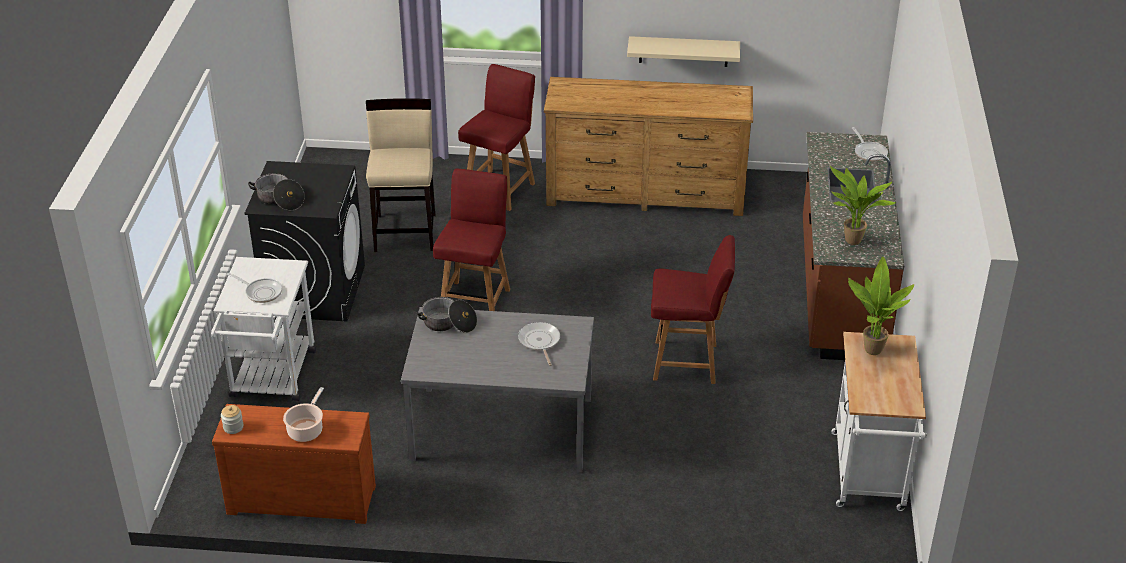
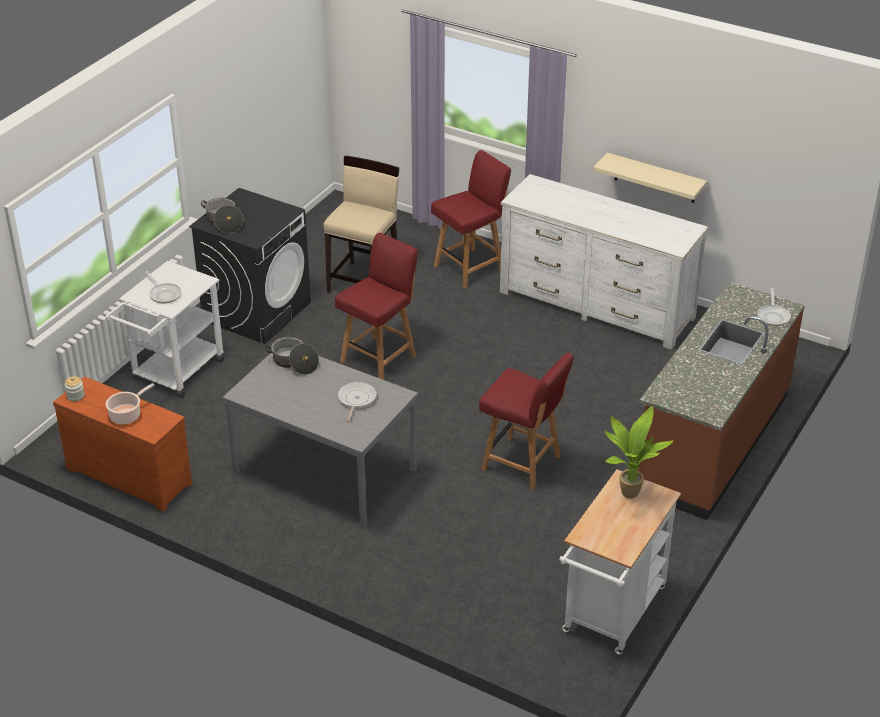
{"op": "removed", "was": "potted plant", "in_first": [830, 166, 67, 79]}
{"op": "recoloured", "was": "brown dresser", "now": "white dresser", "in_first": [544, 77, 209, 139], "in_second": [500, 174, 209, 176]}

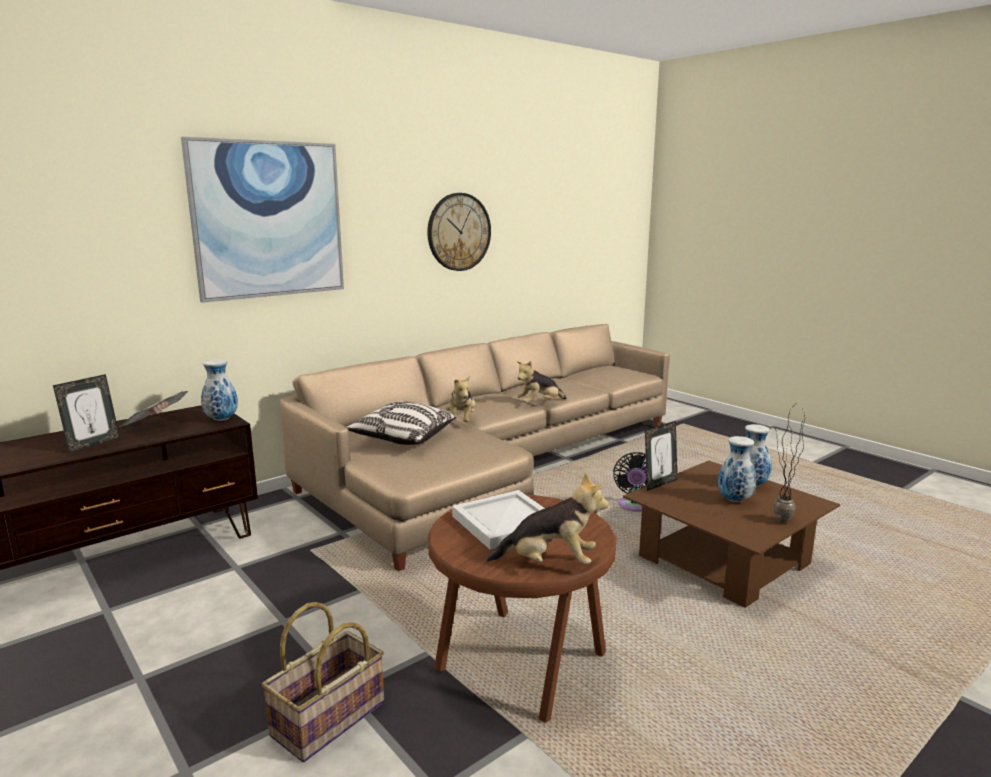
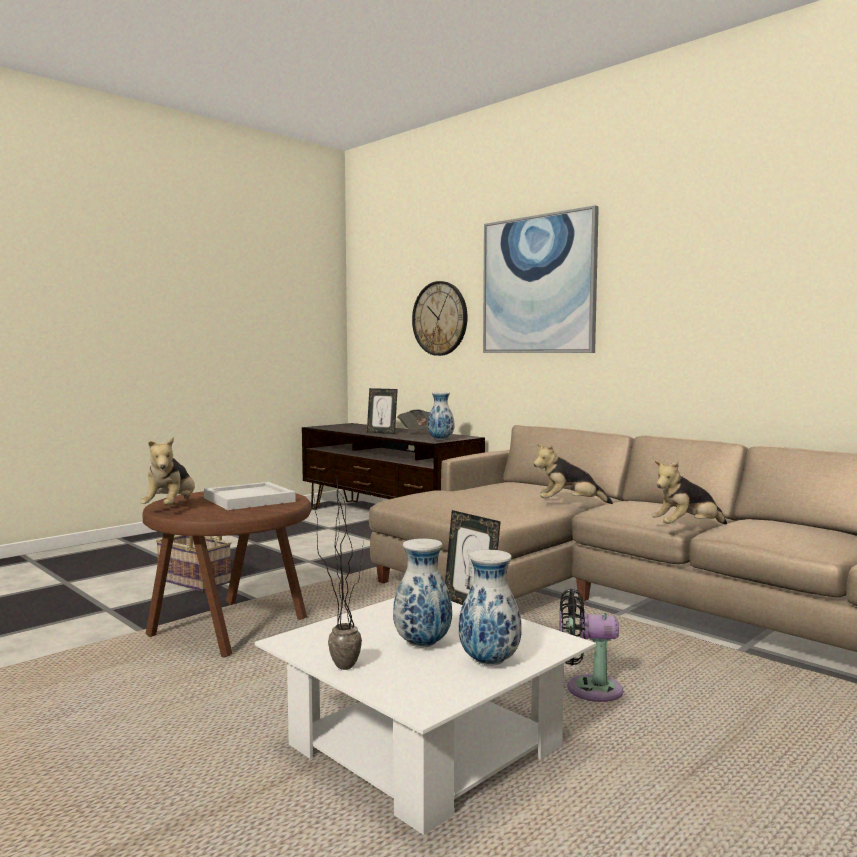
{"op": "removed", "was": "pillow", "in_first": [346, 401, 111, 44]}
{"op": "moved", "was": "wall clock", "in_first": [427, 193, 64, 78], "in_second": [412, 281, 55, 75]}
{"op": "recoloured", "was": "brown coffee table", "now": "white coffee table", "in_first": [623, 461, 217, 147], "in_second": [255, 598, 341, 237]}
{"op": "turned", "was": "plush toy", "in_first": [517, 361, 49, 42], "in_second": [652, 460, 75, 64], "clockwise": -75}

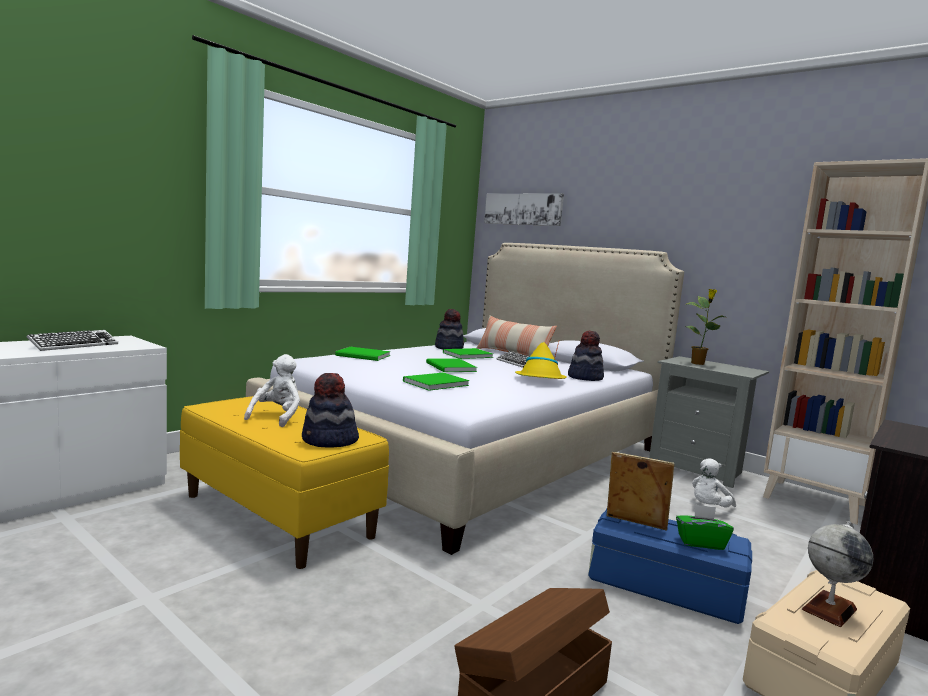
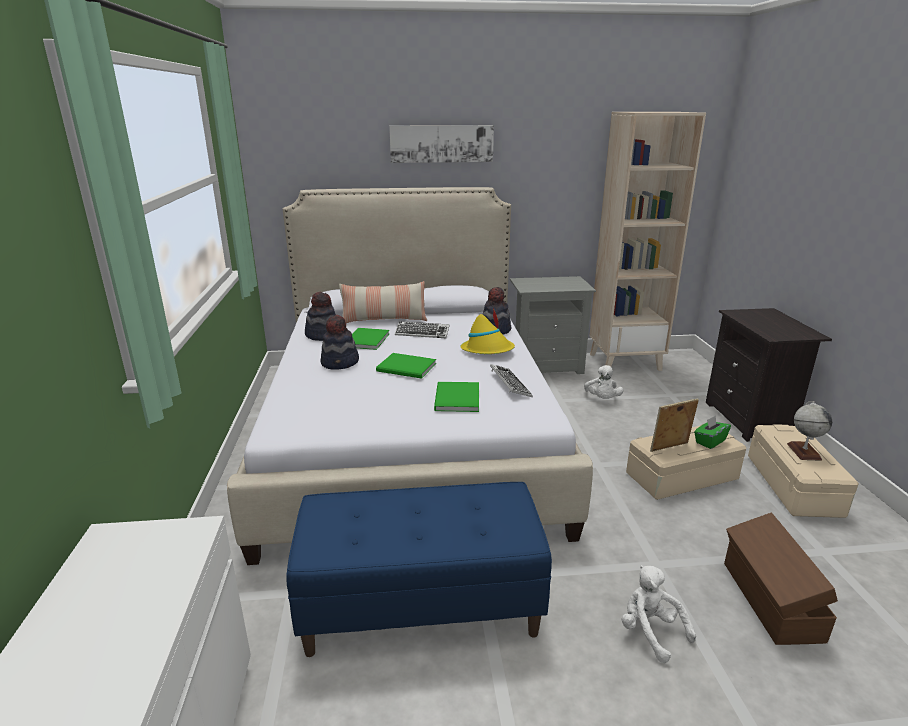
{"op": "removed", "was": "green book", "in_first": [335, 347, 56, 14]}
{"op": "removed", "was": "potted plant", "in_first": [686, 289, 39, 76]}
{"op": "moved", "was": "keyboard", "in_first": [27, 330, 91, 21], "in_second": [490, 364, 43, 33]}
{"op": "moved", "was": "white plush toy", "in_first": [244, 354, 56, 73], "in_second": [622, 565, 74, 98]}
{"op": "moved", "was": "hat", "in_first": [302, 373, 57, 75], "in_second": [320, 315, 39, 54]}
{"op": "moved", "was": "picture", "in_first": [484, 193, 80, 33], "in_second": [389, 125, 105, 38]}
{"op": "recoloured", "was": "yellow bench", "now": "blue bench", "in_first": [180, 396, 209, 173], "in_second": [286, 482, 266, 175]}
{"op": "recoloured", "was": "blue storage box", "now": "beige storage box", "in_first": [588, 509, 164, 115], "in_second": [626, 424, 120, 76]}

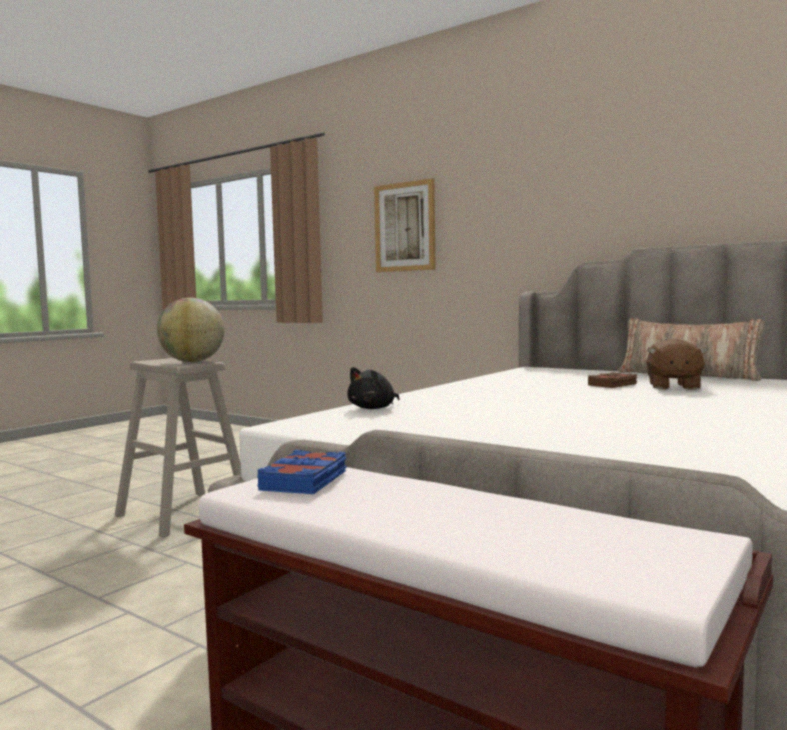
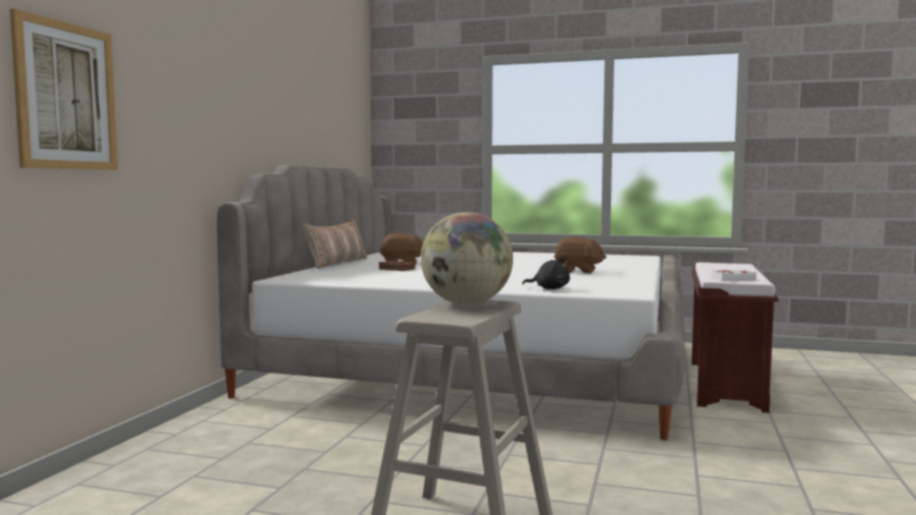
{"op": "added", "now": "brown plush toy", "in_second": [554, 237, 52, 37]}
{"op": "recoloured", "was": "blue book", "now": "white book", "in_first": [257, 450, 90, 44], "in_second": [712, 269, 45, 12]}

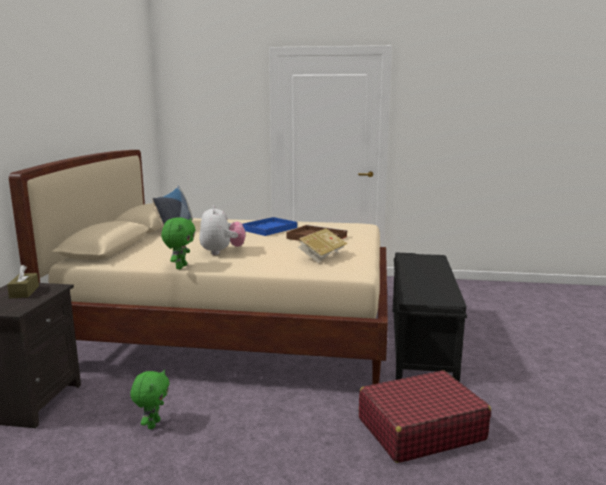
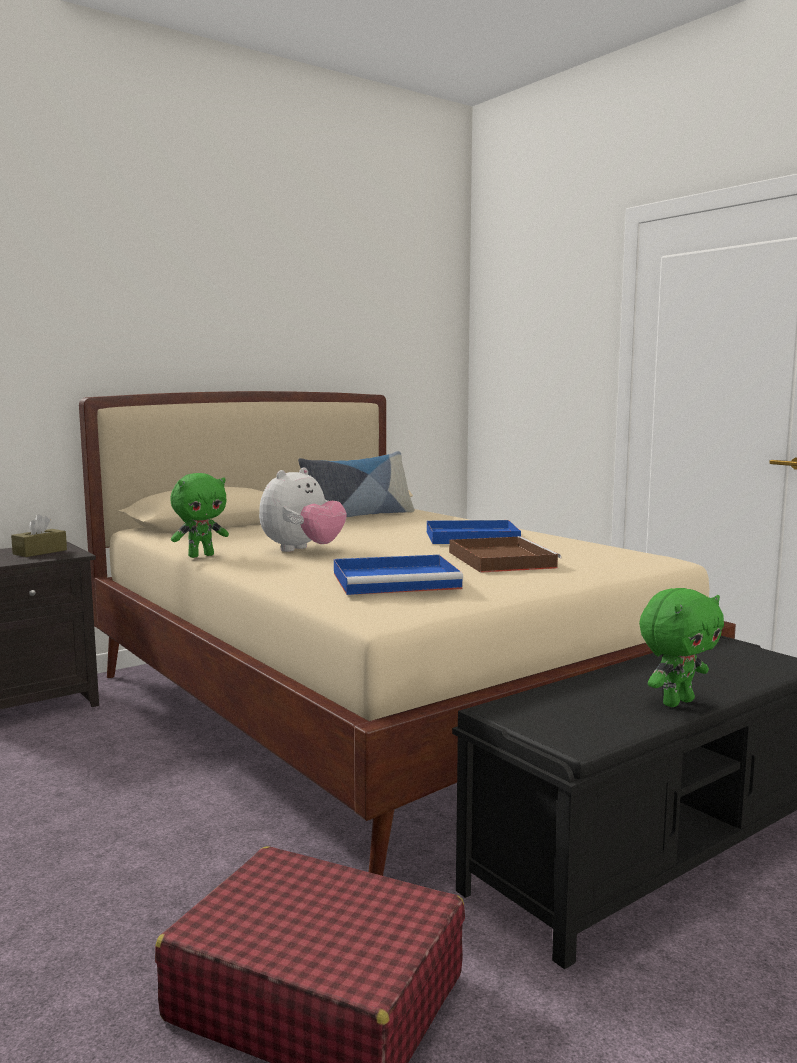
{"op": "moved", "was": "green plush toy", "in_first": [130, 370, 40, 59], "in_second": [639, 588, 85, 119]}
{"op": "replaced", "was": "book", "now": "blue tray", "in_first": [298, 228, 50, 35], "in_second": [334, 555, 129, 40]}

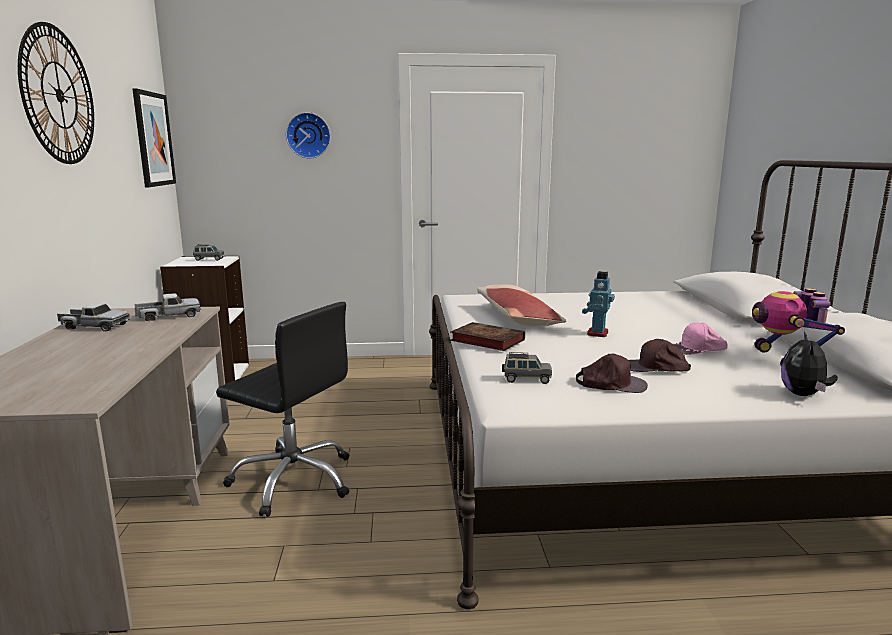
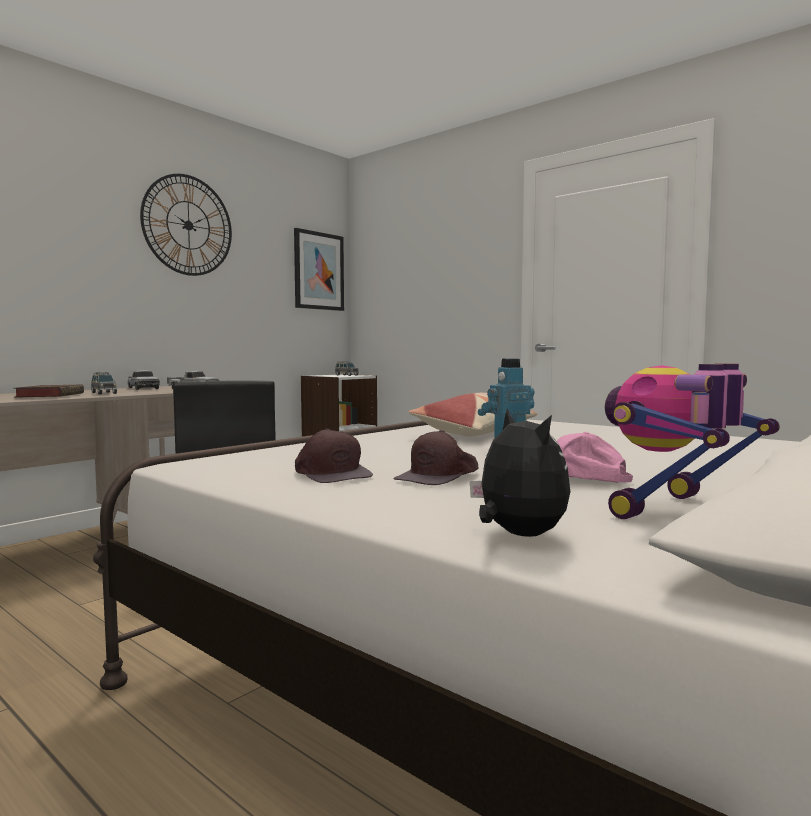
{"op": "removed", "was": "wall clock", "in_first": [286, 112, 45, 46]}
{"op": "moved", "was": "book", "in_first": [450, 322, 75, 29], "in_second": [14, 384, 70, 14]}
{"op": "moved", "was": "grey toy car", "in_first": [502, 352, 50, 32], "in_second": [91, 372, 26, 22]}
{"op": "turned", "was": "brown cap", "in_first": [628, 339, 63, 33], "in_second": [393, 430, 86, 55], "clockwise": -105}
{"op": "turned", "was": "plush toy", "in_first": [781, 332, 57, 64], "in_second": [470, 408, 100, 129], "clockwise": 90}

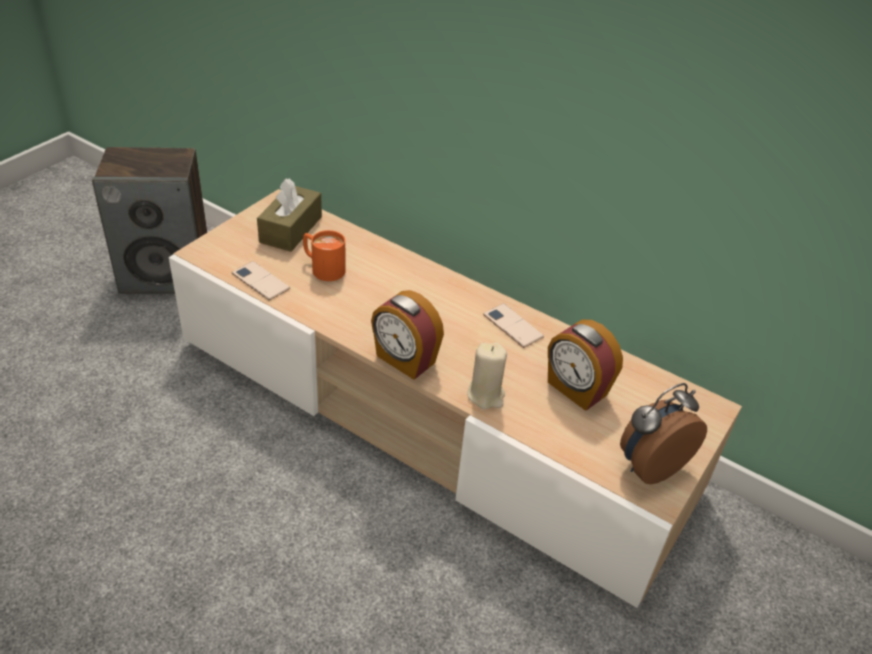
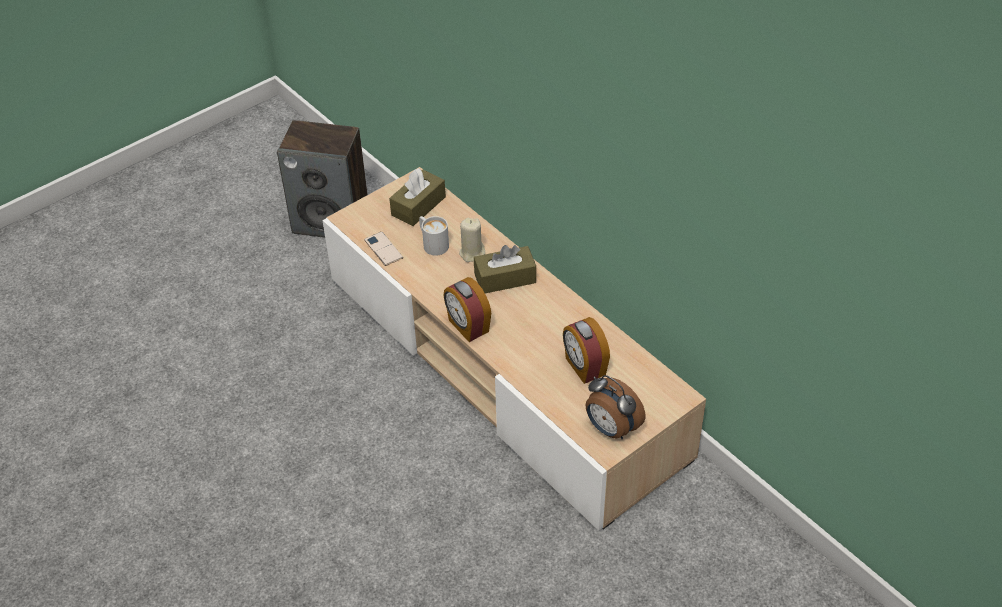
{"op": "removed", "was": "phone", "in_first": [483, 303, 61, 45]}
{"op": "added", "now": "brown tissue box", "in_second": [474, 245, 62, 48]}
{"op": "moved", "was": "beige candle", "in_first": [467, 342, 40, 67], "in_second": [459, 218, 26, 44]}
{"op": "recoloured", "was": "orange mug", "now": "white mug", "in_first": [303, 230, 43, 51], "in_second": [419, 216, 30, 40]}
{"op": "turned", "was": "alarm clock", "in_first": [620, 383, 87, 101], "in_second": [586, 375, 60, 64], "clockwise": -120}

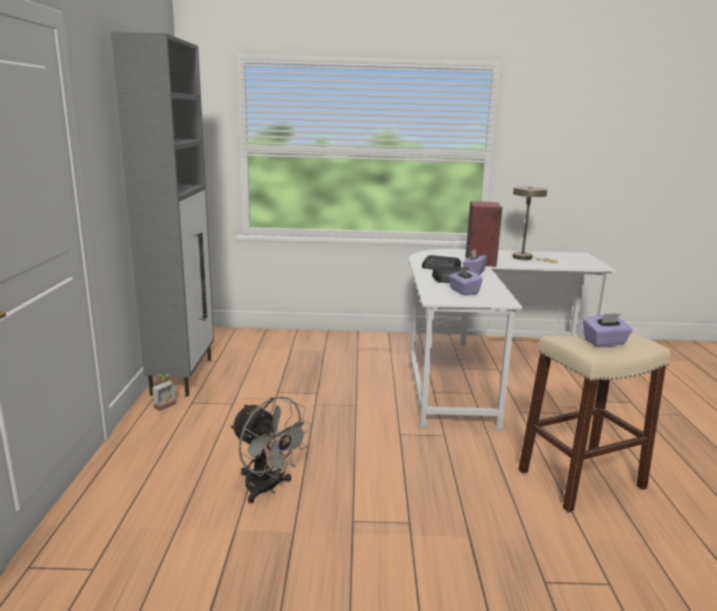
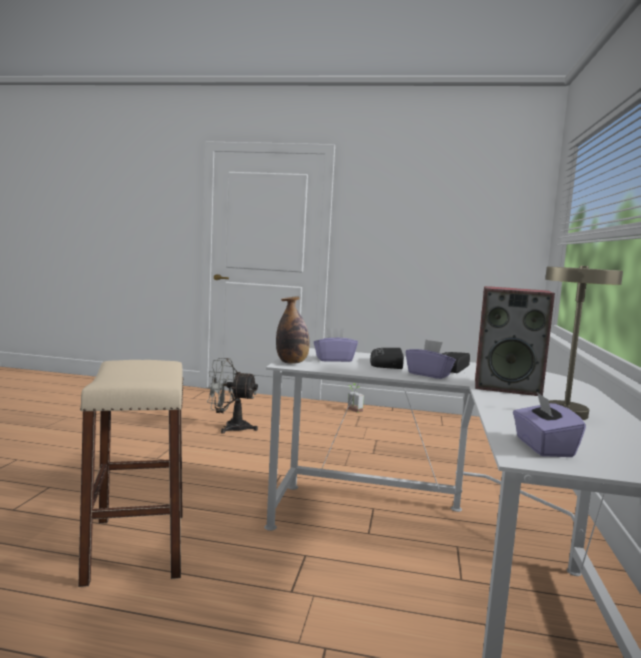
{"op": "removed", "was": "grey cabinet", "in_first": [111, 32, 103, 365]}
{"op": "added", "now": "bottle", "in_second": [276, 297, 34, 67]}
{"op": "moved", "was": "purple tissue box", "in_first": [583, 313, 50, 33], "in_second": [513, 392, 73, 65]}
{"op": "turned", "was": "grey fan", "in_first": [231, 396, 81, 108], "in_second": [207, 358, 51, 76], "clockwise": 45}

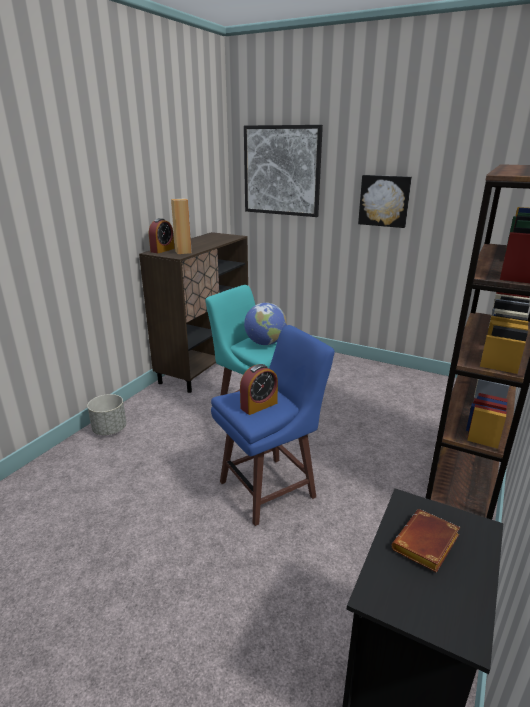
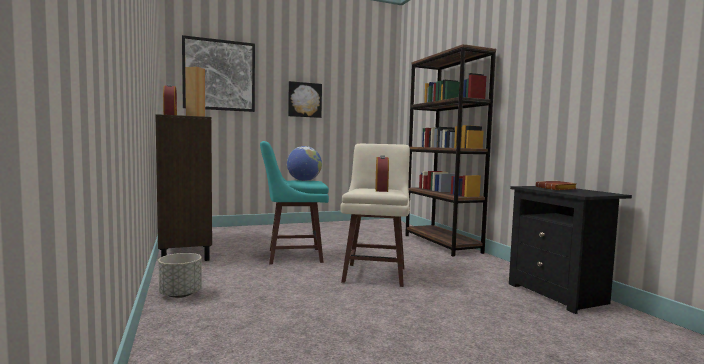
{"op": "recoloured", "was": "blue stool", "now": "beige stool", "in_first": [211, 325, 124, 201], "in_second": [340, 144, 70, 143]}

